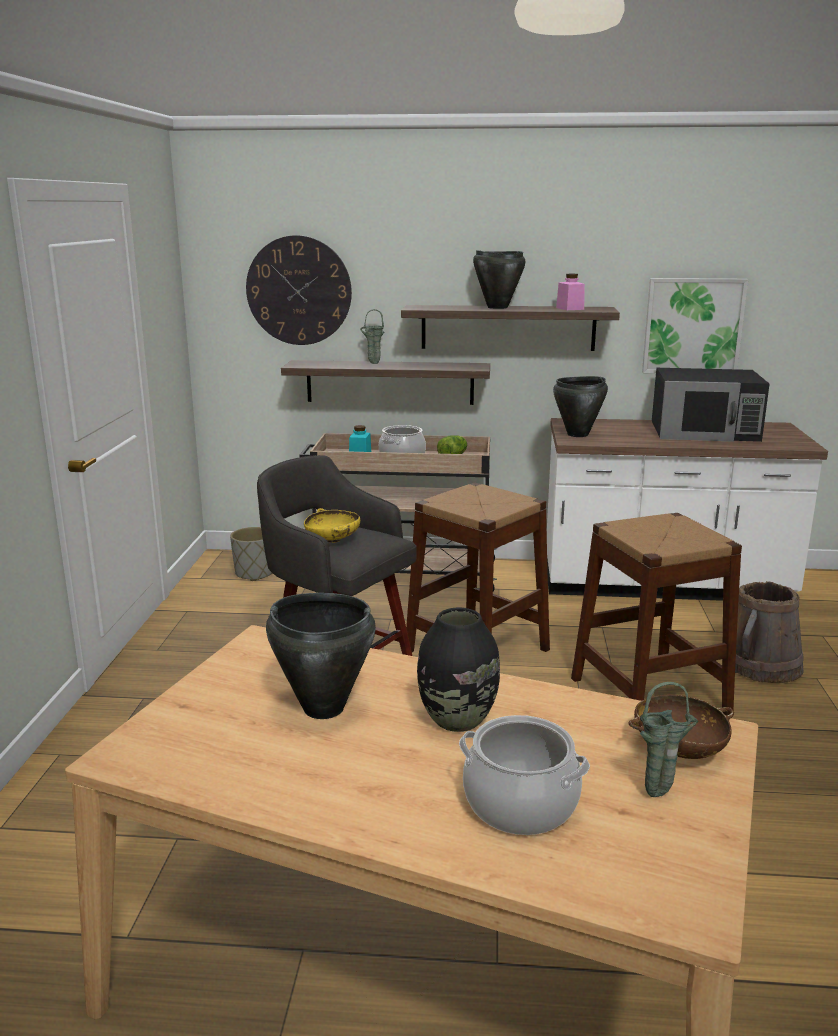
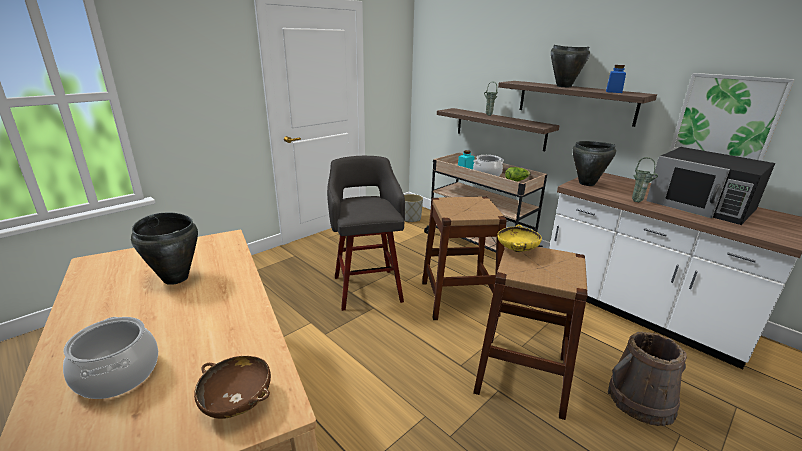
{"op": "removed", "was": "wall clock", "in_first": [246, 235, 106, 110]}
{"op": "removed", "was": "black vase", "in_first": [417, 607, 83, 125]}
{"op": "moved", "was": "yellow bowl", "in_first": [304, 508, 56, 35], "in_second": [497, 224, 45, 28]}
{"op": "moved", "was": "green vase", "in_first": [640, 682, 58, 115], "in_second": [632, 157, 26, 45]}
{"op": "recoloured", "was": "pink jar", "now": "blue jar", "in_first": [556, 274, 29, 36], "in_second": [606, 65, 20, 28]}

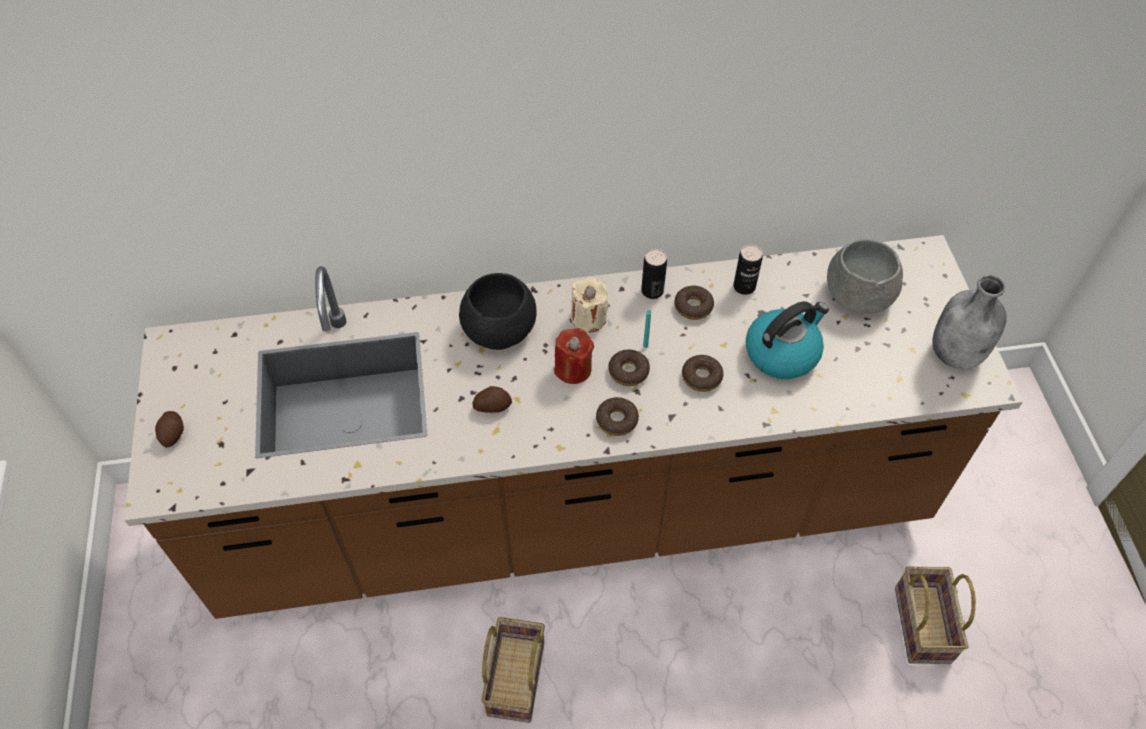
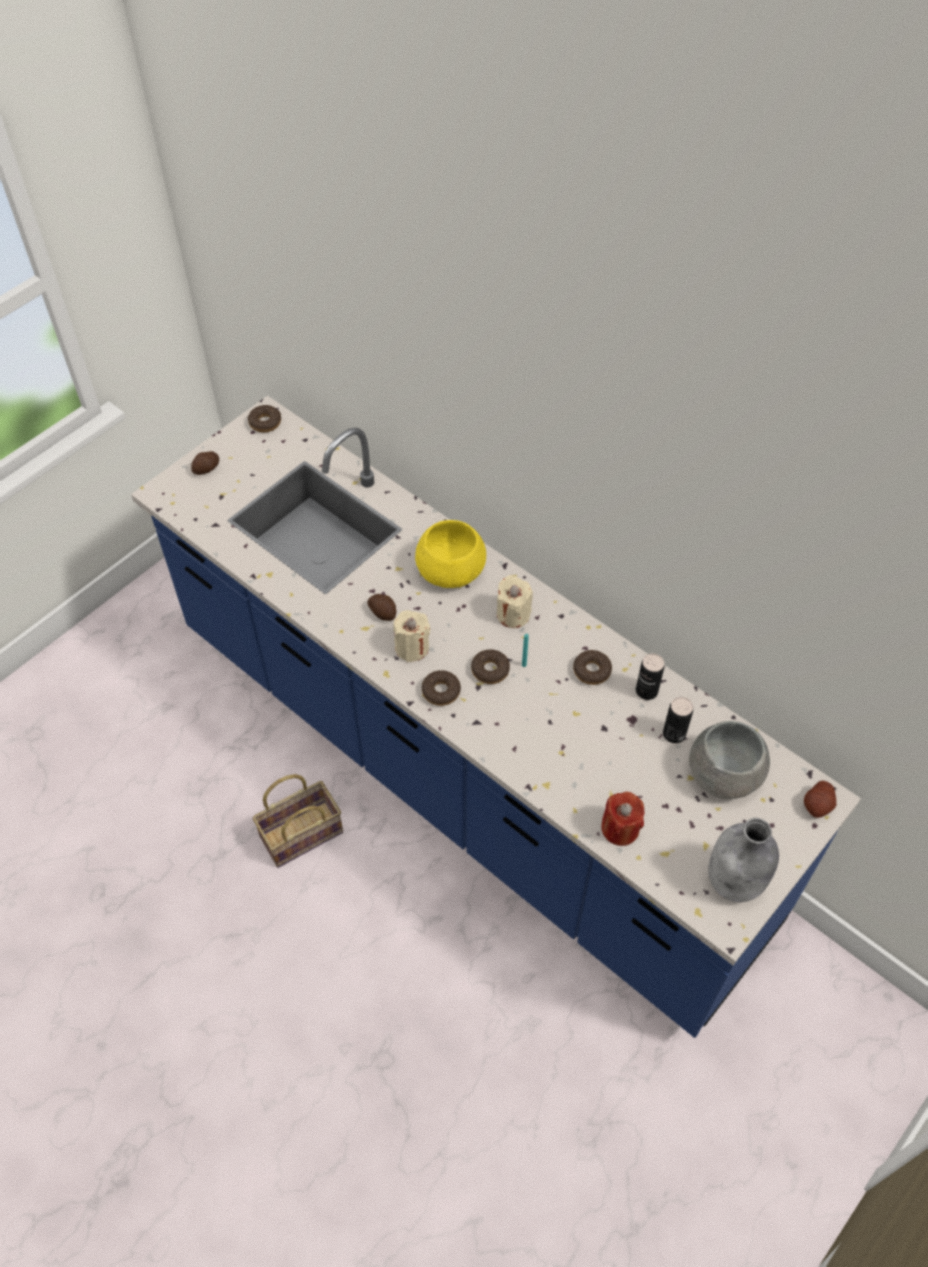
{"op": "removed", "was": "kettle", "in_first": [746, 301, 83, 78]}
{"op": "removed", "was": "basket", "in_first": [895, 566, 81, 98]}
{"op": "added", "now": "beige candle", "in_second": [393, 610, 37, 52]}
{"op": "added", "now": "potato", "in_second": [804, 781, 32, 37]}
{"op": "moved", "was": "red candle", "in_first": [554, 328, 40, 56], "in_second": [602, 792, 43, 54]}
{"op": "moved", "was": "can", "in_first": [641, 249, 26, 50], "in_second": [663, 697, 30, 46]}
{"op": "moved", "was": "donut", "in_first": [682, 355, 41, 37], "in_second": [248, 405, 33, 28]}
{"op": "recoloured", "was": "brown counter", "now": "blue counter", "in_first": [124, 235, 899, 384], "in_second": [131, 396, 730, 642]}
{"op": "recoloured", "was": "black bowl", "now": "yellow bowl", "in_first": [459, 273, 77, 77], "in_second": [415, 520, 71, 68]}

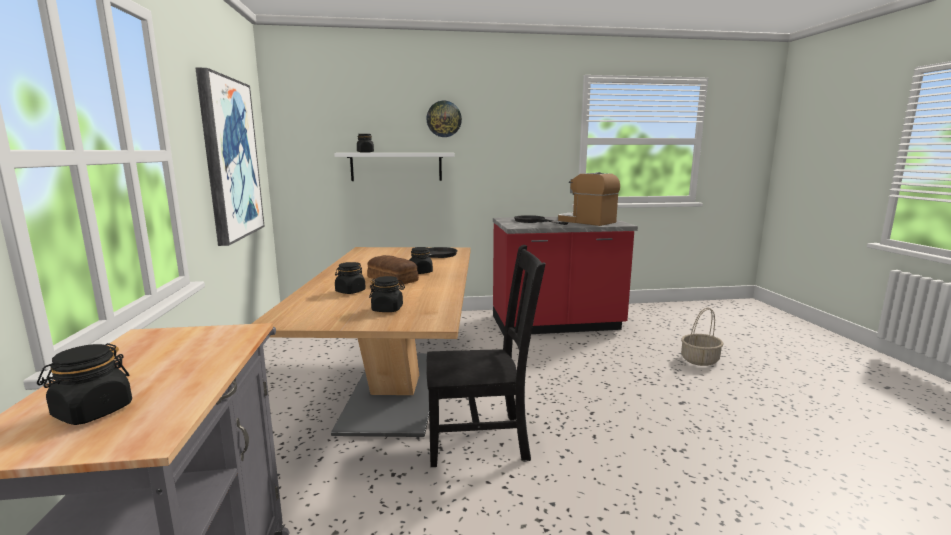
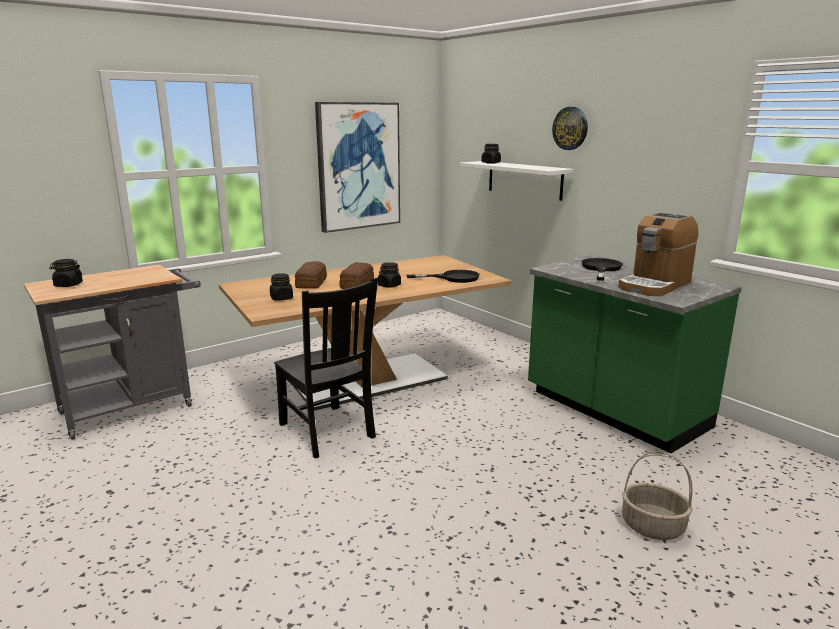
{"op": "replaced", "was": "black jar", "now": "bread", "in_first": [335, 262, 31, 32], "in_second": [295, 261, 32, 28]}
{"op": "recoloured", "was": "red counter", "now": "green counter", "in_first": [493, 216, 145, 120], "in_second": [528, 255, 214, 198]}
{"op": "turned", "was": "coffee machine", "in_first": [558, 172, 62, 54], "in_second": [618, 212, 81, 84], "clockwise": -150}

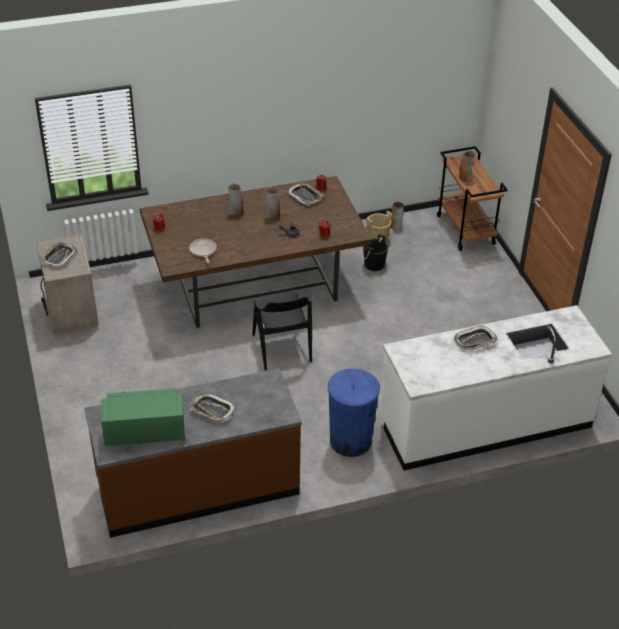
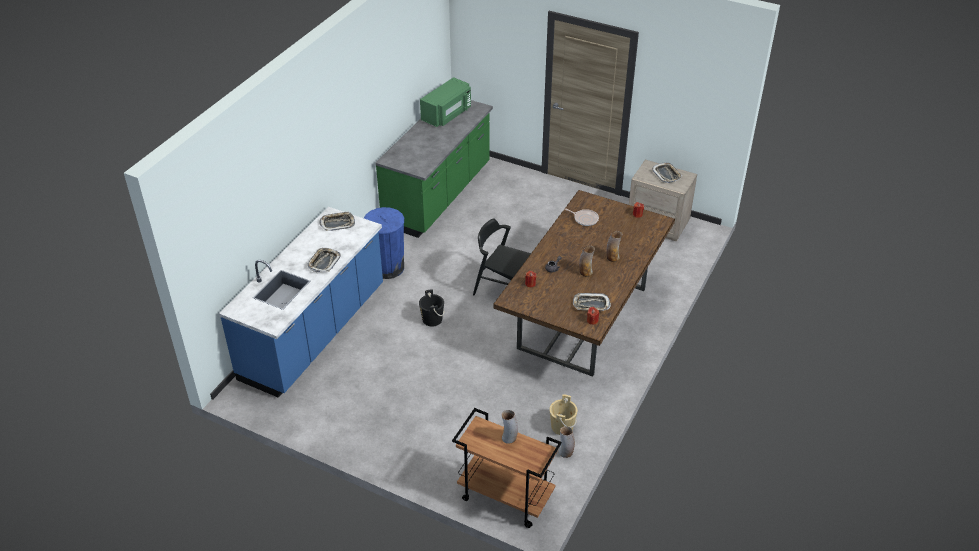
{"op": "moved", "was": "tray", "in_first": [190, 393, 45, 29], "in_second": [319, 211, 36, 20]}
{"op": "moved", "was": "black bucket", "in_first": [363, 234, 25, 37], "in_second": [419, 289, 25, 38]}
{"op": "recoloured", "was": "brown counter", "now": "green counter", "in_first": [84, 368, 218, 170], "in_second": [375, 100, 118, 138]}
{"op": "recoloured", "was": "white counter", "now": "blue counter", "in_first": [381, 305, 231, 166], "in_second": [219, 207, 164, 191]}

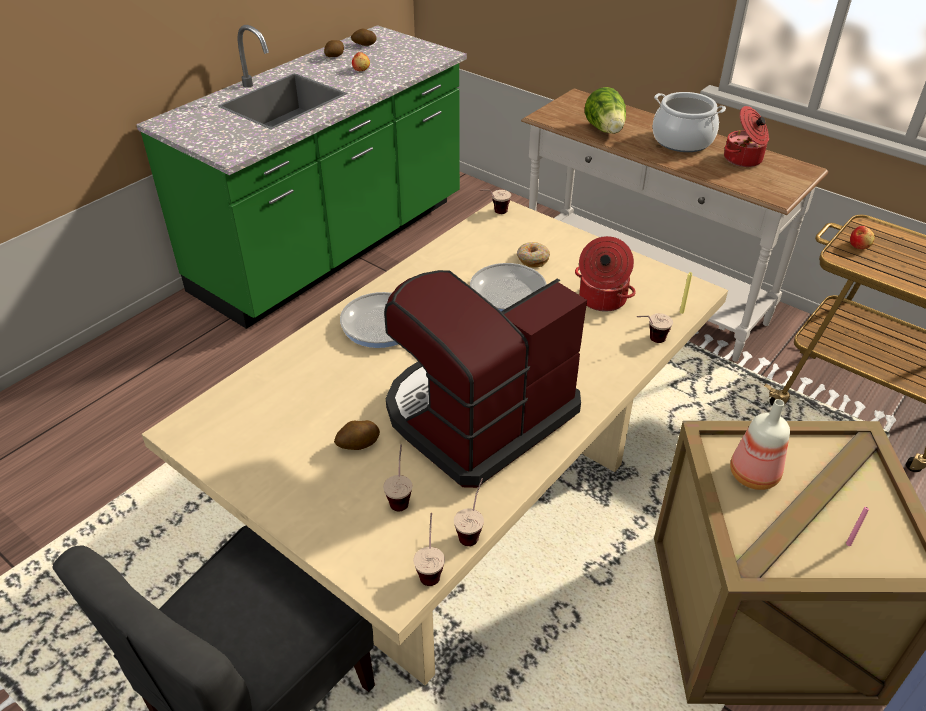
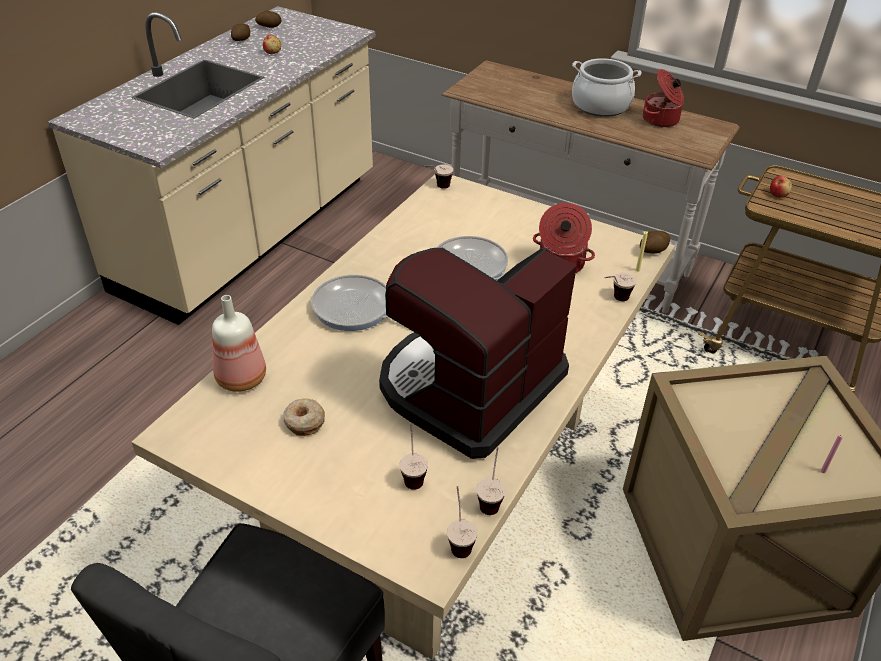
{"op": "removed", "was": "lettuce", "in_first": [585, 87, 41, 47]}
{"op": "moved", "was": "potato", "in_first": [334, 420, 46, 30], "in_second": [640, 231, 30, 23]}
{"op": "moved", "was": "donut", "in_first": [517, 242, 33, 26], "in_second": [282, 398, 43, 38]}
{"op": "moved", "was": "bottle", "in_first": [730, 399, 60, 91], "in_second": [212, 295, 54, 97]}
{"op": "recoloured", "was": "green counter", "now": "beige counter", "in_first": [136, 25, 331, 304], "in_second": [48, 6, 327, 319]}

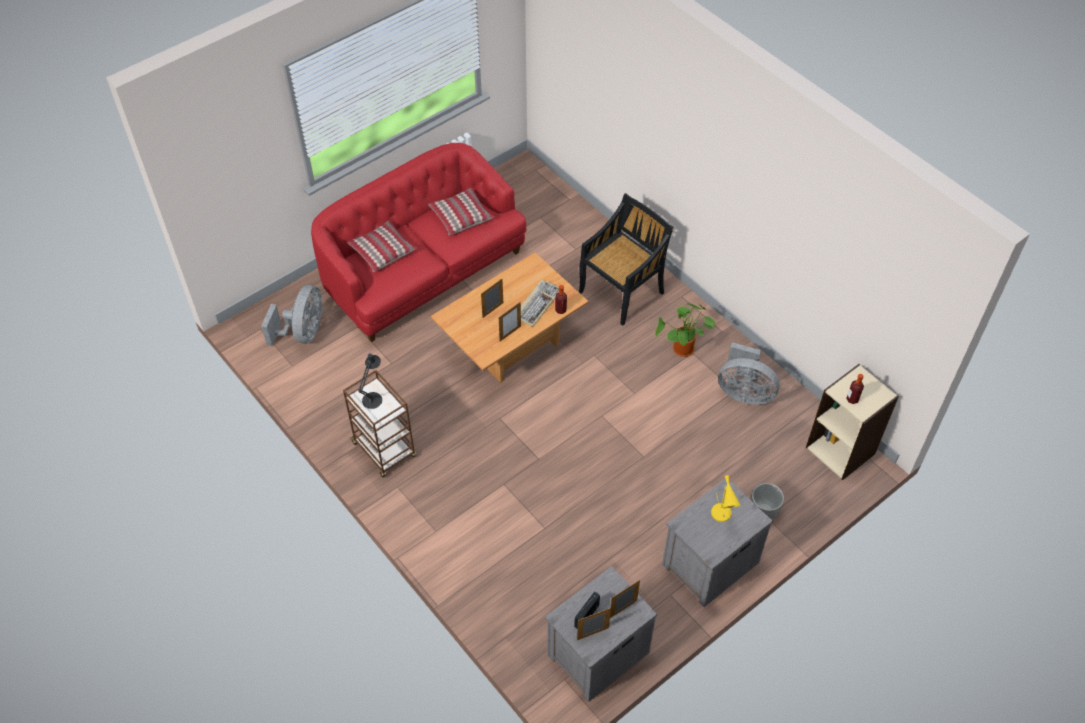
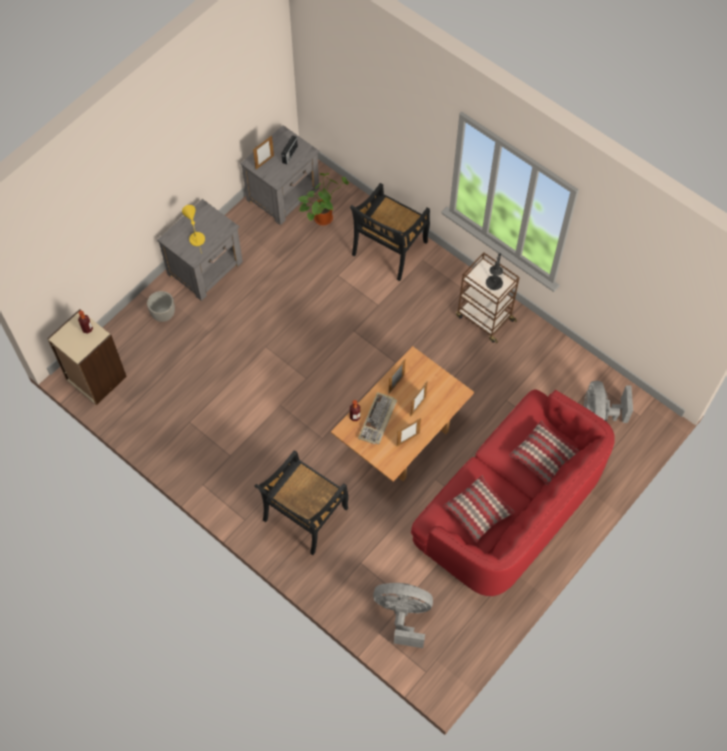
{"op": "added", "now": "black chair", "in_second": [350, 183, 80, 98]}
{"op": "moved", "was": "picture frame", "in_first": [577, 608, 34, 32], "in_second": [397, 418, 24, 28]}
{"op": "moved", "was": "potted plant", "in_first": [655, 303, 62, 54], "in_second": [298, 173, 51, 53]}
{"op": "moved", "was": "grey fan", "in_first": [718, 342, 62, 63], "in_second": [373, 583, 60, 65]}

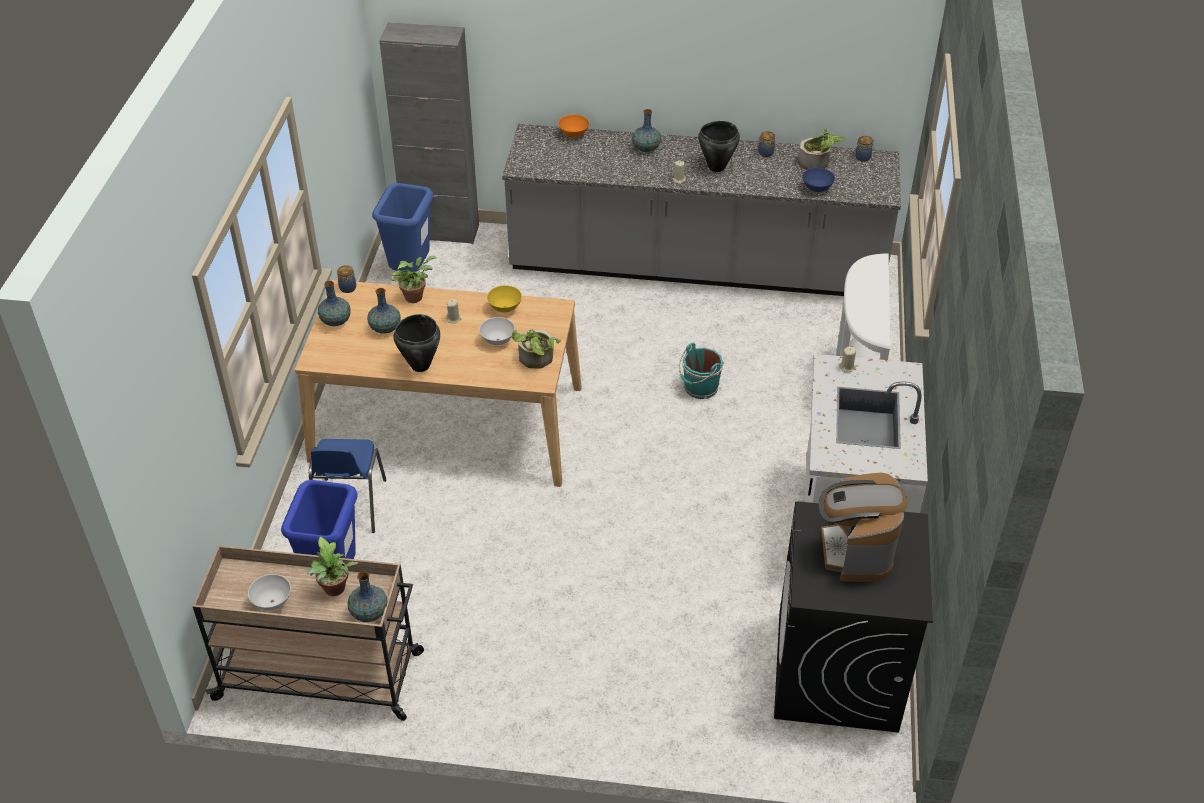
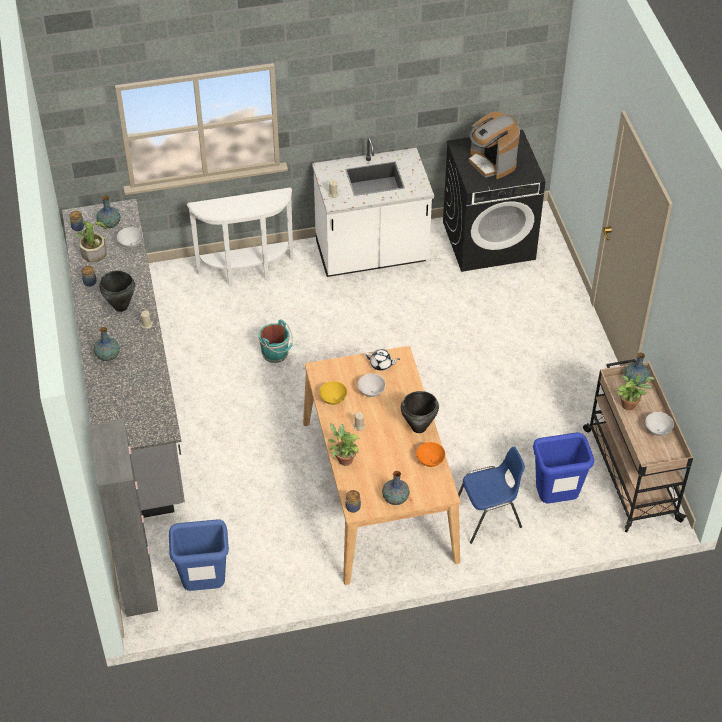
{"op": "moved", "was": "vase", "in_first": [367, 288, 34, 46], "in_second": [96, 195, 24, 33]}
{"op": "moved", "was": "orange bowl", "in_first": [558, 115, 31, 23], "in_second": [416, 442, 29, 25]}
{"op": "replaced", "was": "potted plant", "now": "white teapot", "in_first": [512, 330, 49, 39], "in_second": [365, 349, 35, 22]}
{"op": "recoloured", "was": "blue bowl", "now": "white bowl", "in_first": [802, 168, 33, 24], "in_second": [117, 227, 26, 21]}
{"op": "turned", "was": "coffee machine", "in_first": [819, 473, 88, 109], "in_second": [468, 112, 52, 67], "clockwise": 75}

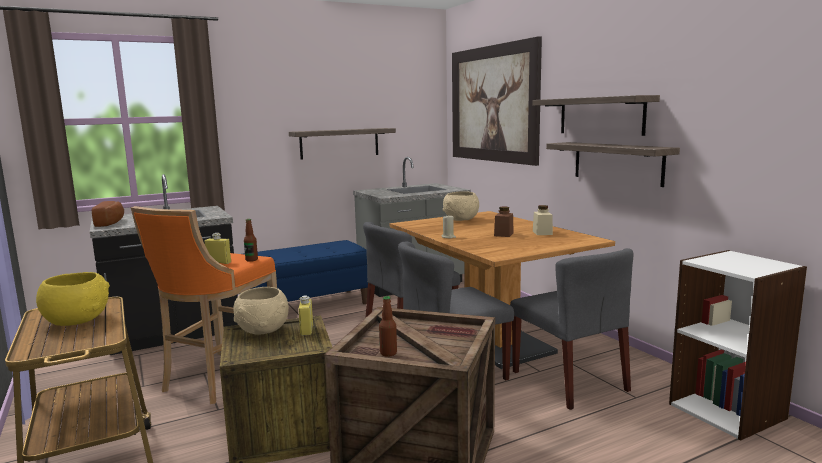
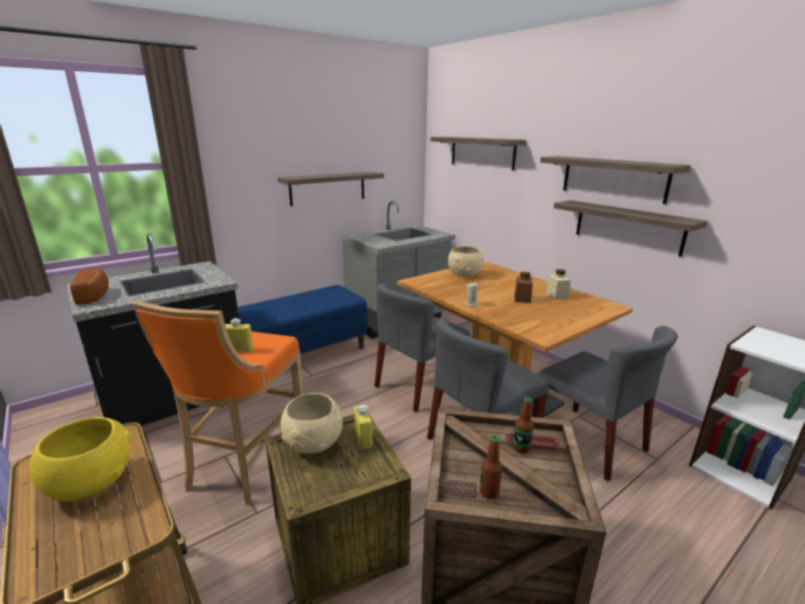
{"op": "moved", "was": "bottle", "in_first": [244, 219, 14, 43], "in_second": [513, 397, 21, 57]}
{"op": "replaced", "was": "picture", "now": "shelf", "in_first": [452, 36, 90, 130], "in_second": [430, 137, 96, 34]}

